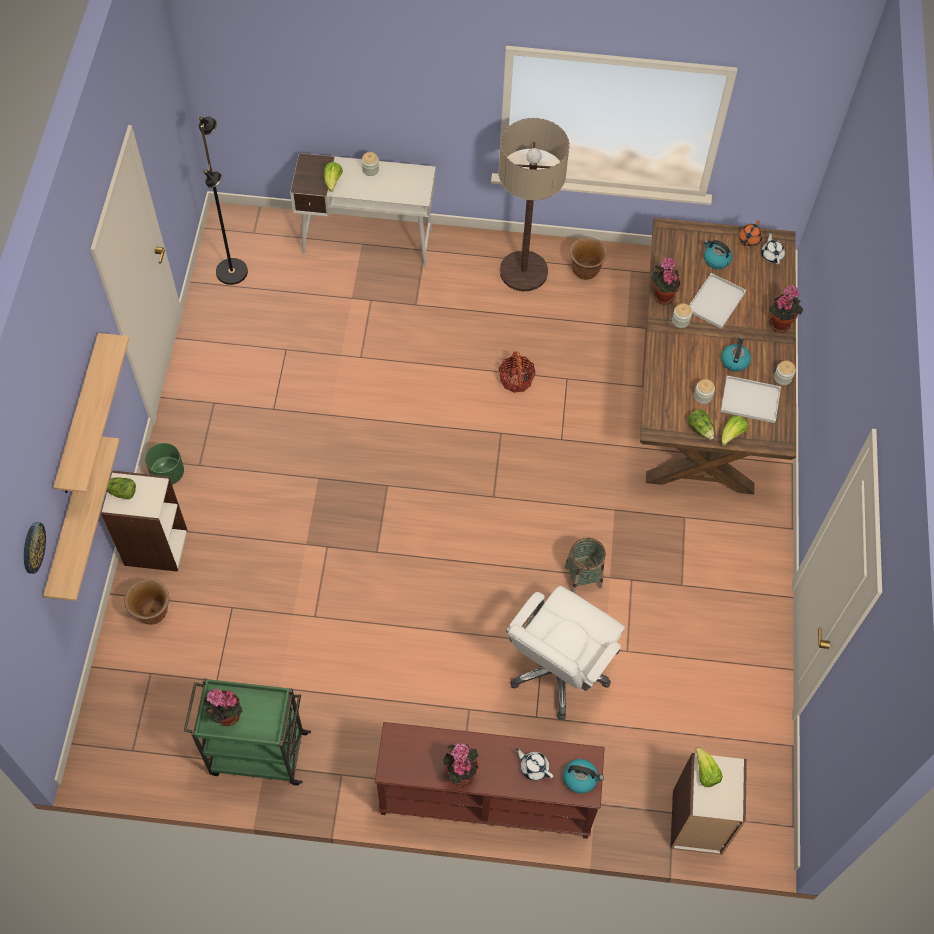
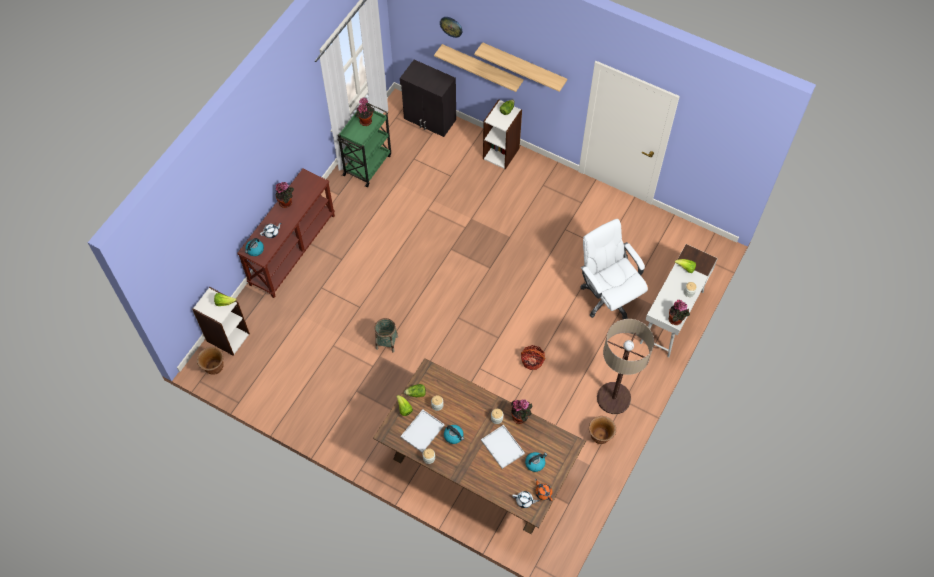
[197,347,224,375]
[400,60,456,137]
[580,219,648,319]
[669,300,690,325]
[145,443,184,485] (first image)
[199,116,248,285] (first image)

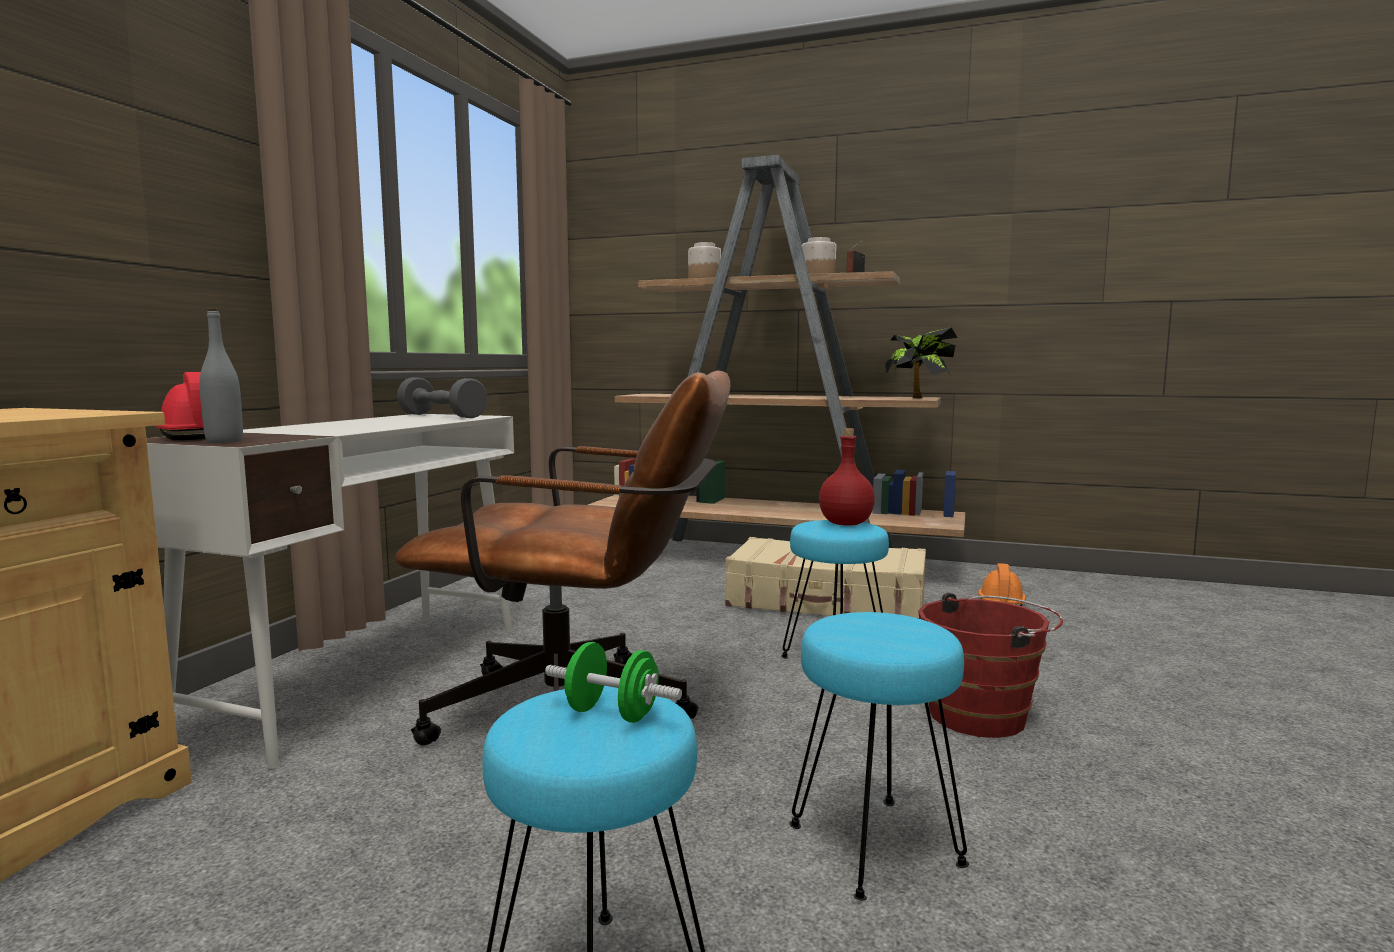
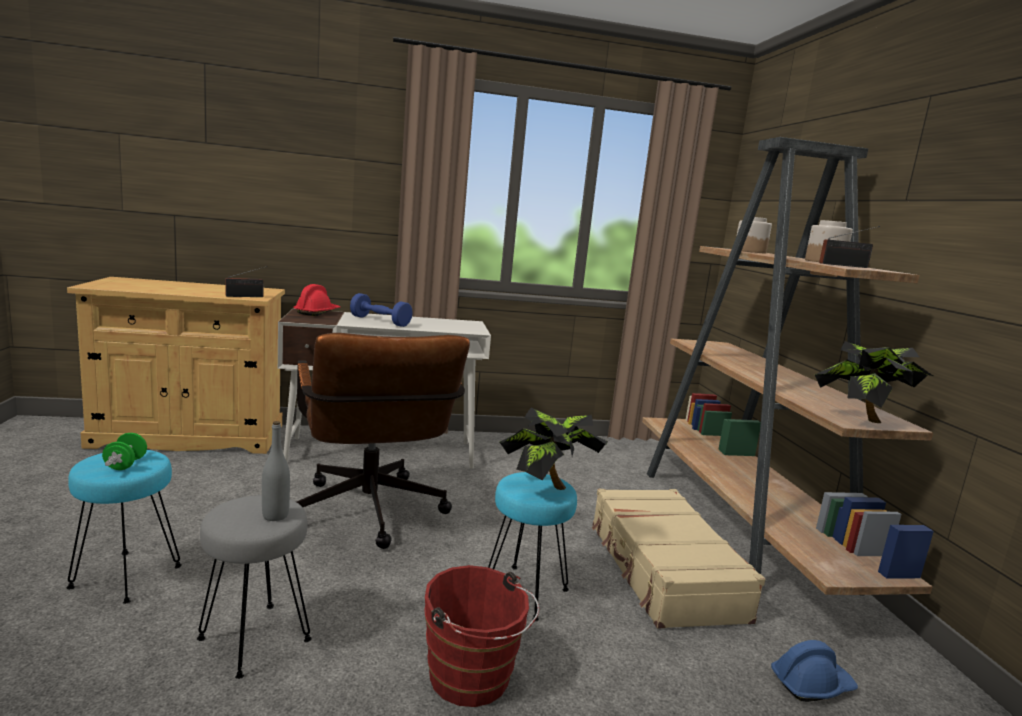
[197,495,312,679]
[225,266,267,297]
[262,421,290,521]
[350,293,413,327]
[500,408,608,490]
[771,640,858,702]
[397,377,487,418] (first image)

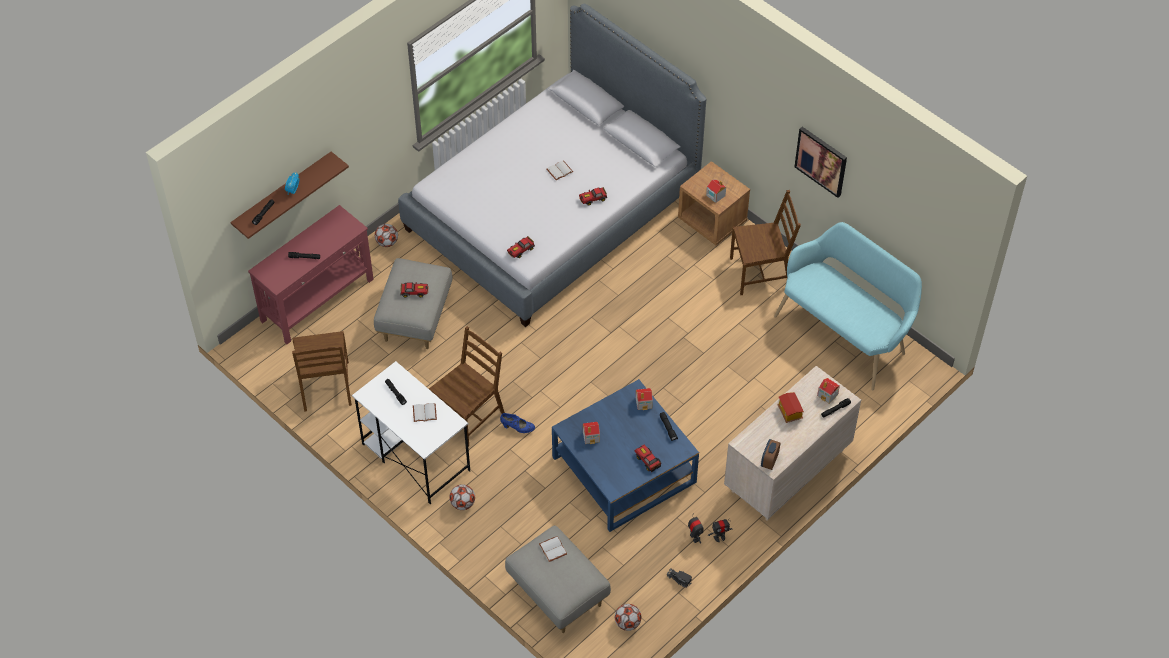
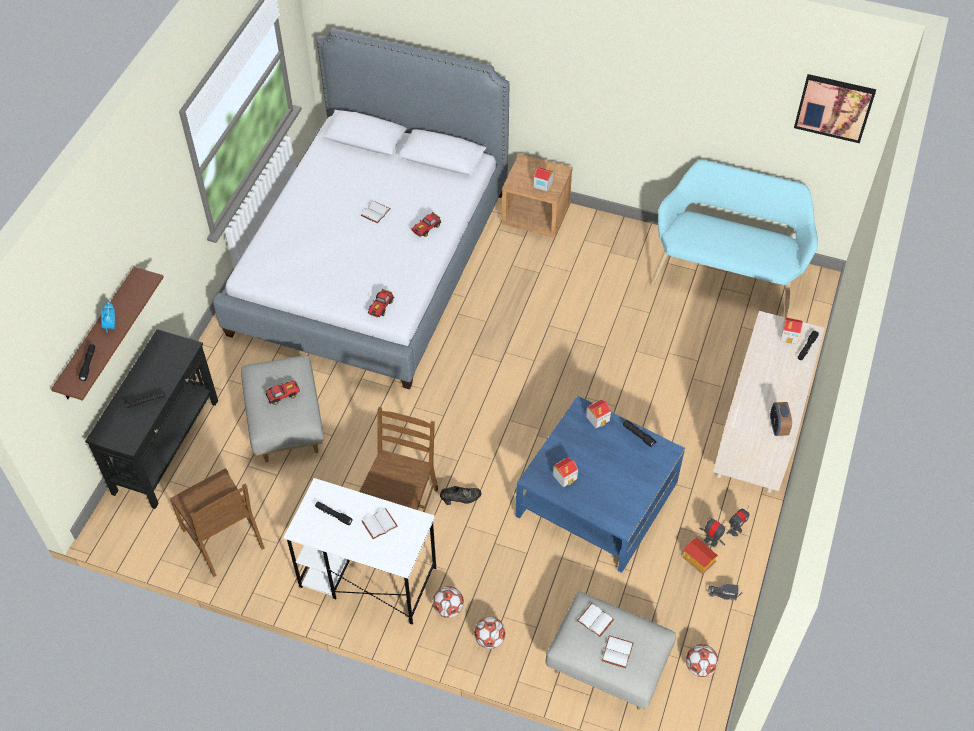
[85,329,218,509]
[440,486,482,505]
[474,617,506,649]
[602,635,633,668]
[682,537,718,574]
[794,74,876,143]
[635,445,662,472] (first image)
[730,190,801,295] (first image)

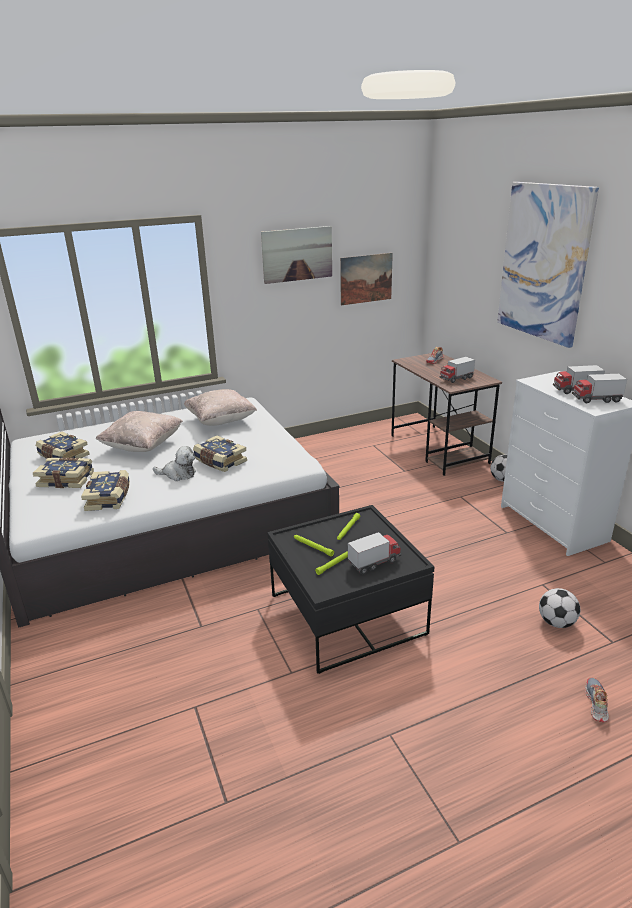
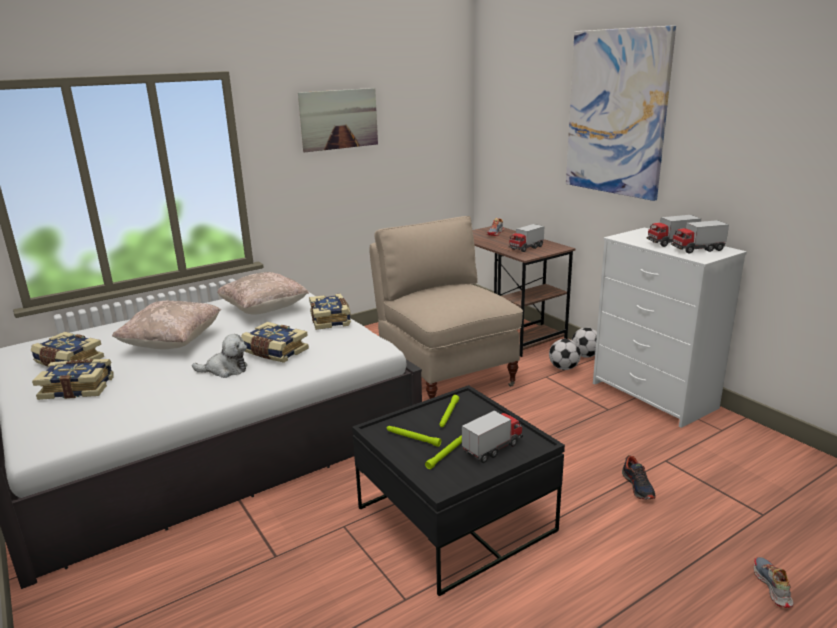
[309,294,351,330]
[369,216,523,399]
[549,339,581,370]
[622,455,656,500]
[340,253,393,305] (first image)

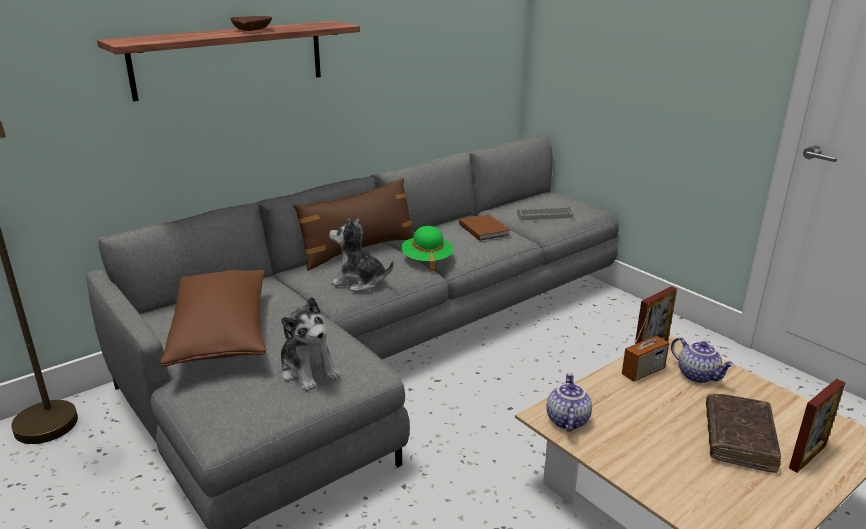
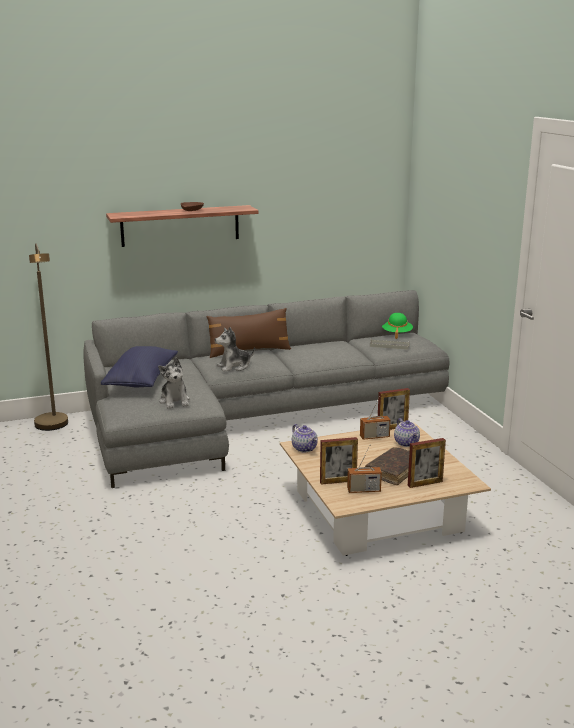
[101,346,178,387]
[215,327,255,372]
[292,424,318,452]
[320,437,358,485]
[347,445,382,493]
[382,313,413,339]
[459,215,510,241] (first image)

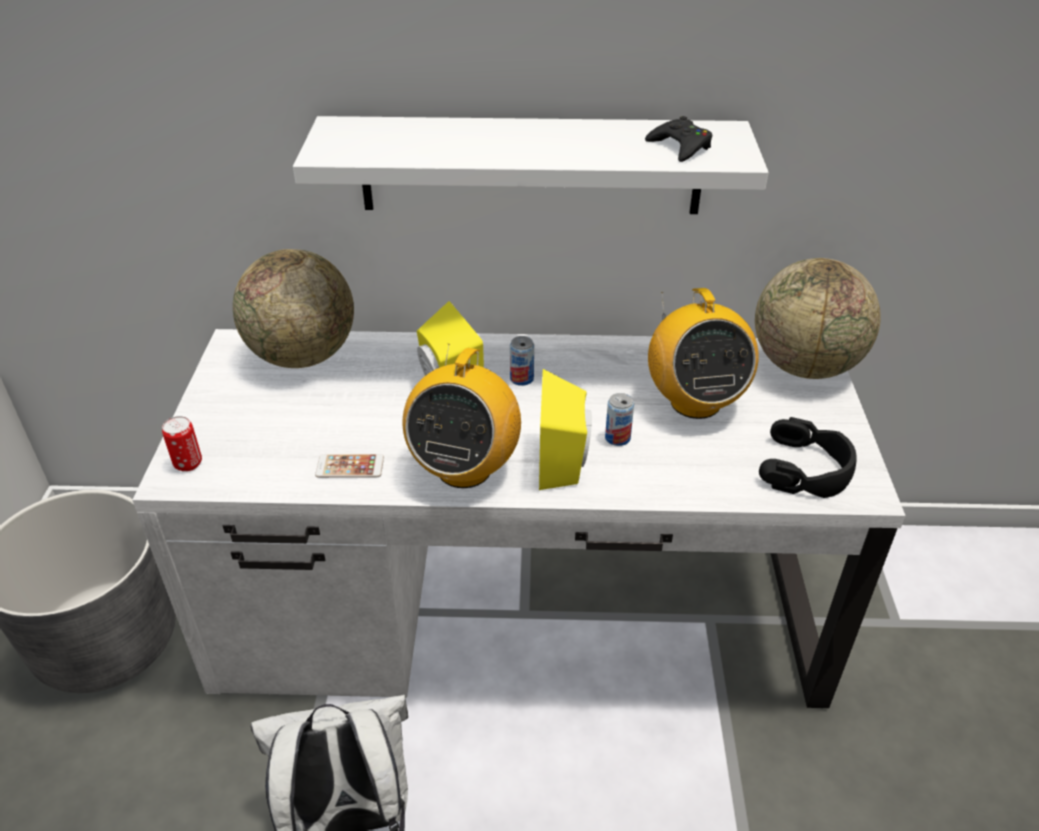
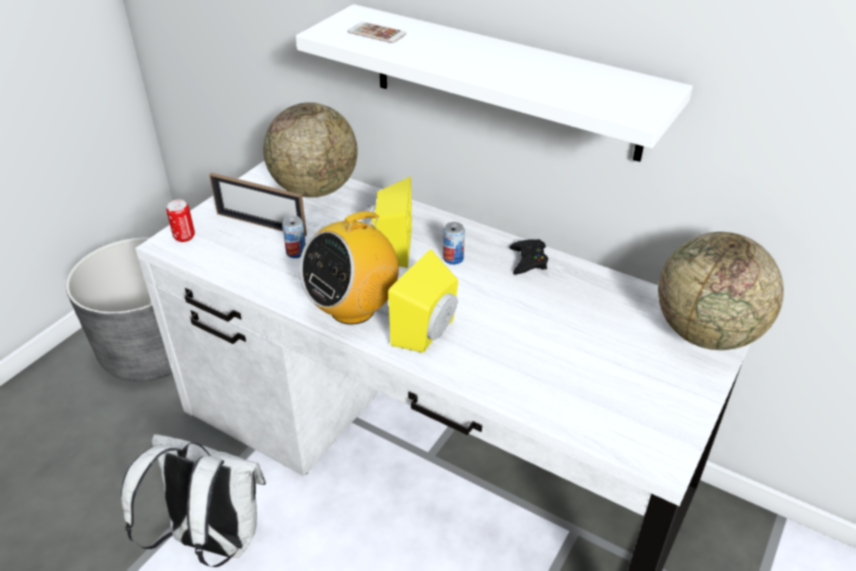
[209,173,307,236]
[282,216,306,258]
[348,22,407,43]
[509,239,548,274]
[648,288,759,419] (first image)
[759,417,857,498] (first image)

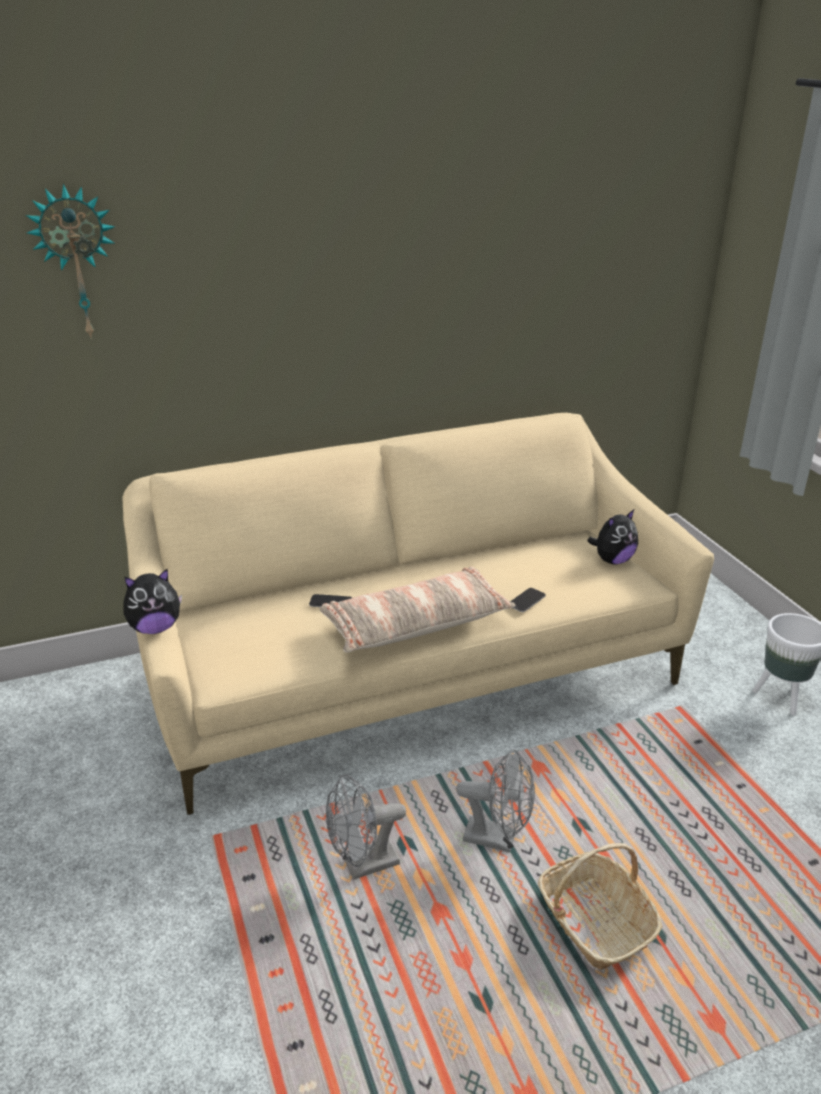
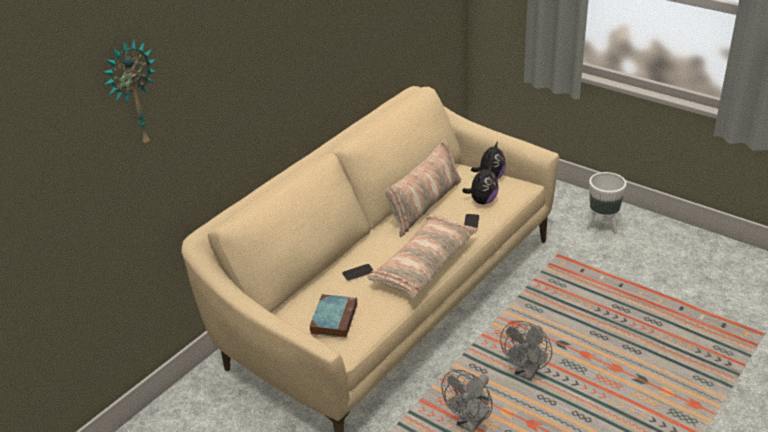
[310,294,357,338]
[385,139,461,237]
[462,164,498,204]
[500,321,552,381]
[538,843,663,970] (first image)

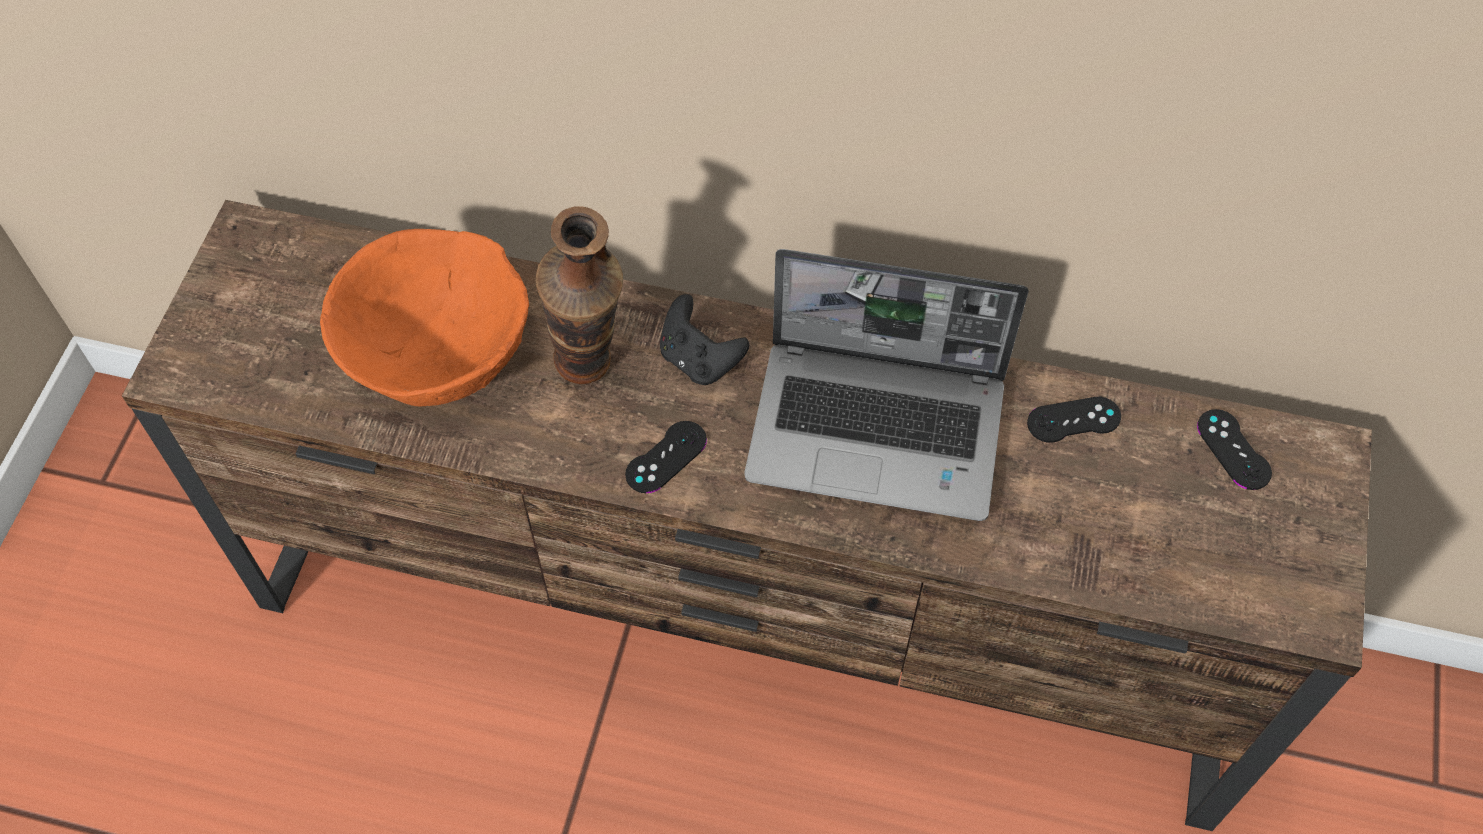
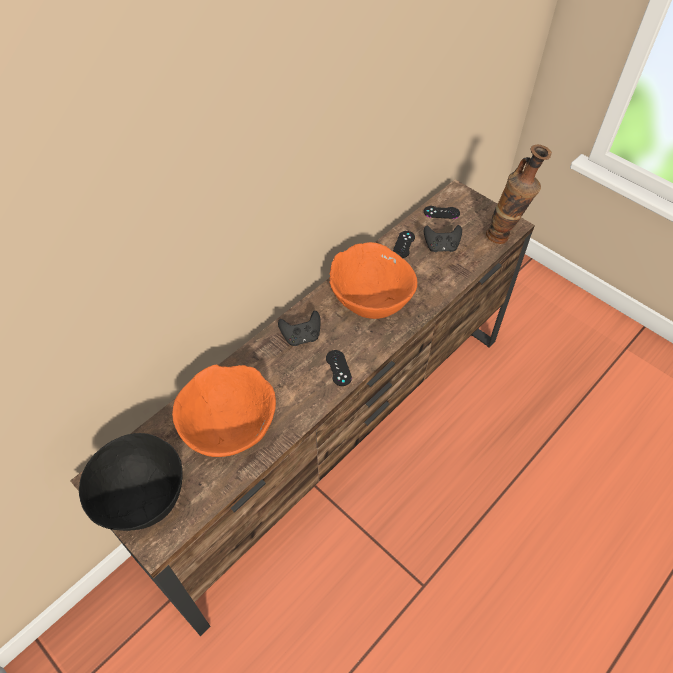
[79,433,183,531]
[329,242,417,319]
[424,225,462,252]
[486,145,552,244]

